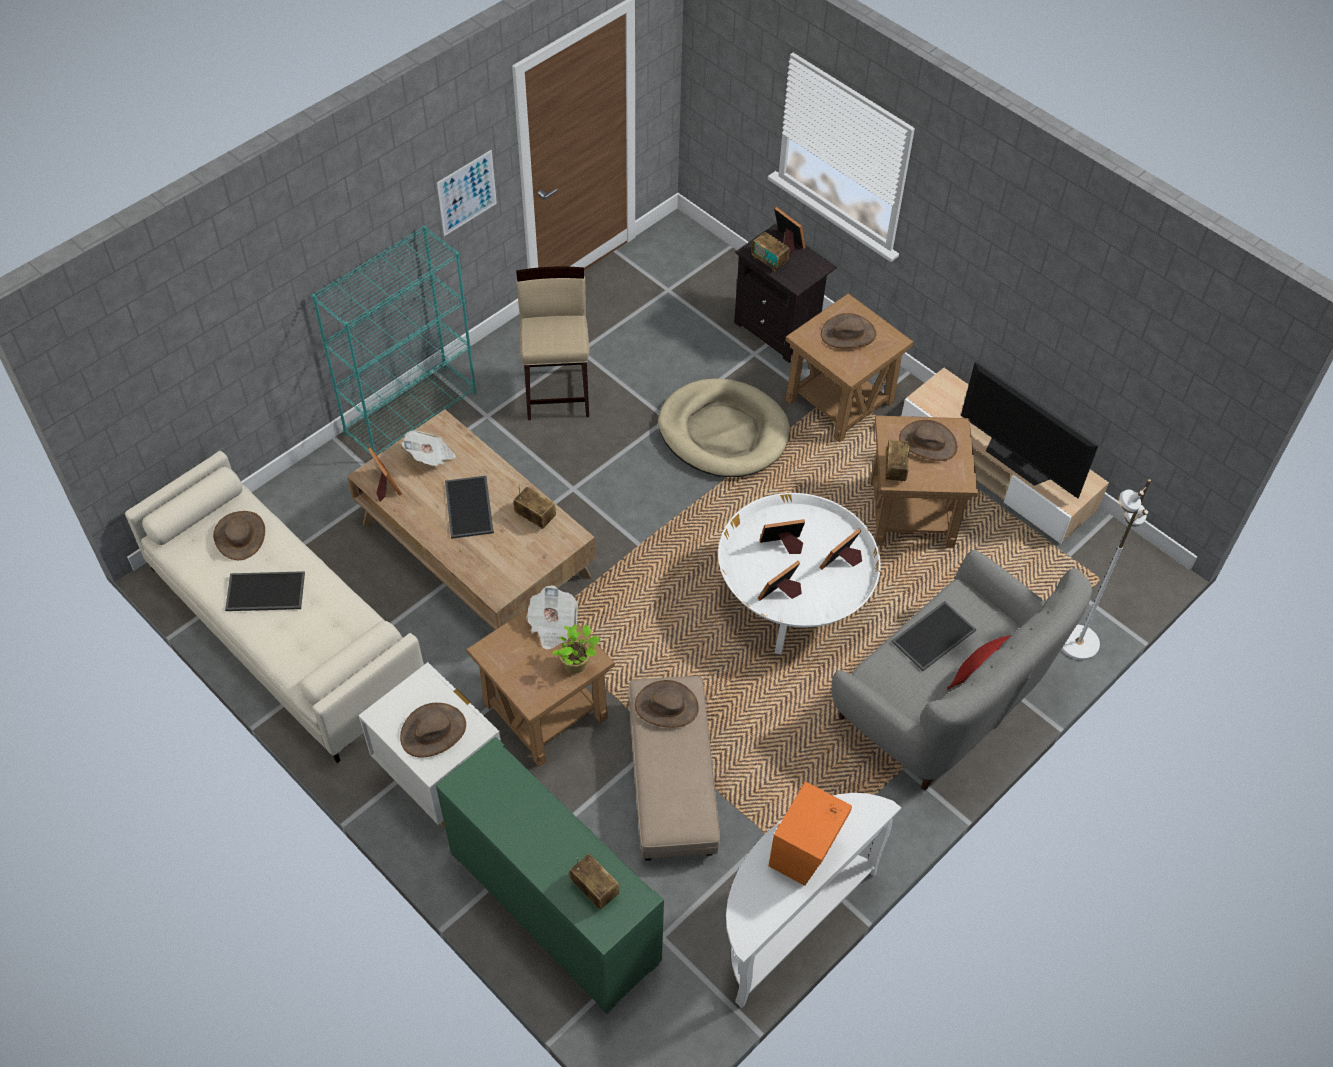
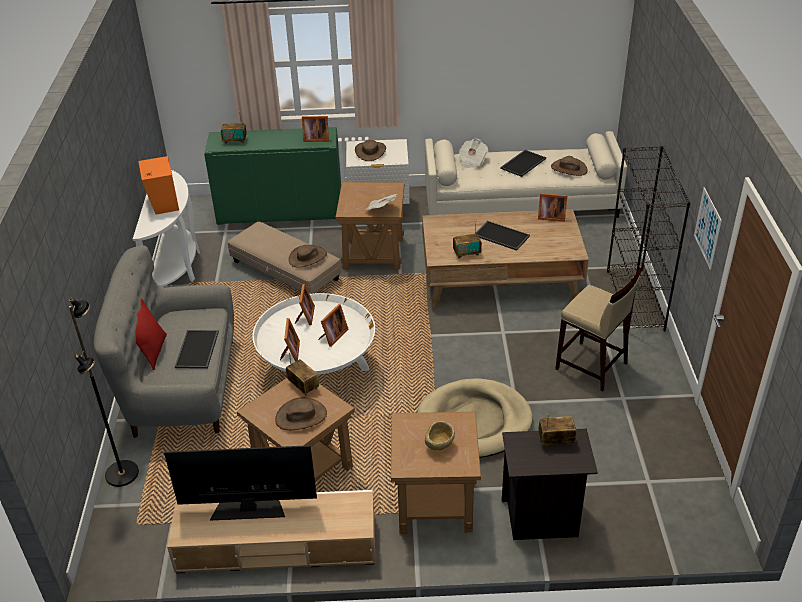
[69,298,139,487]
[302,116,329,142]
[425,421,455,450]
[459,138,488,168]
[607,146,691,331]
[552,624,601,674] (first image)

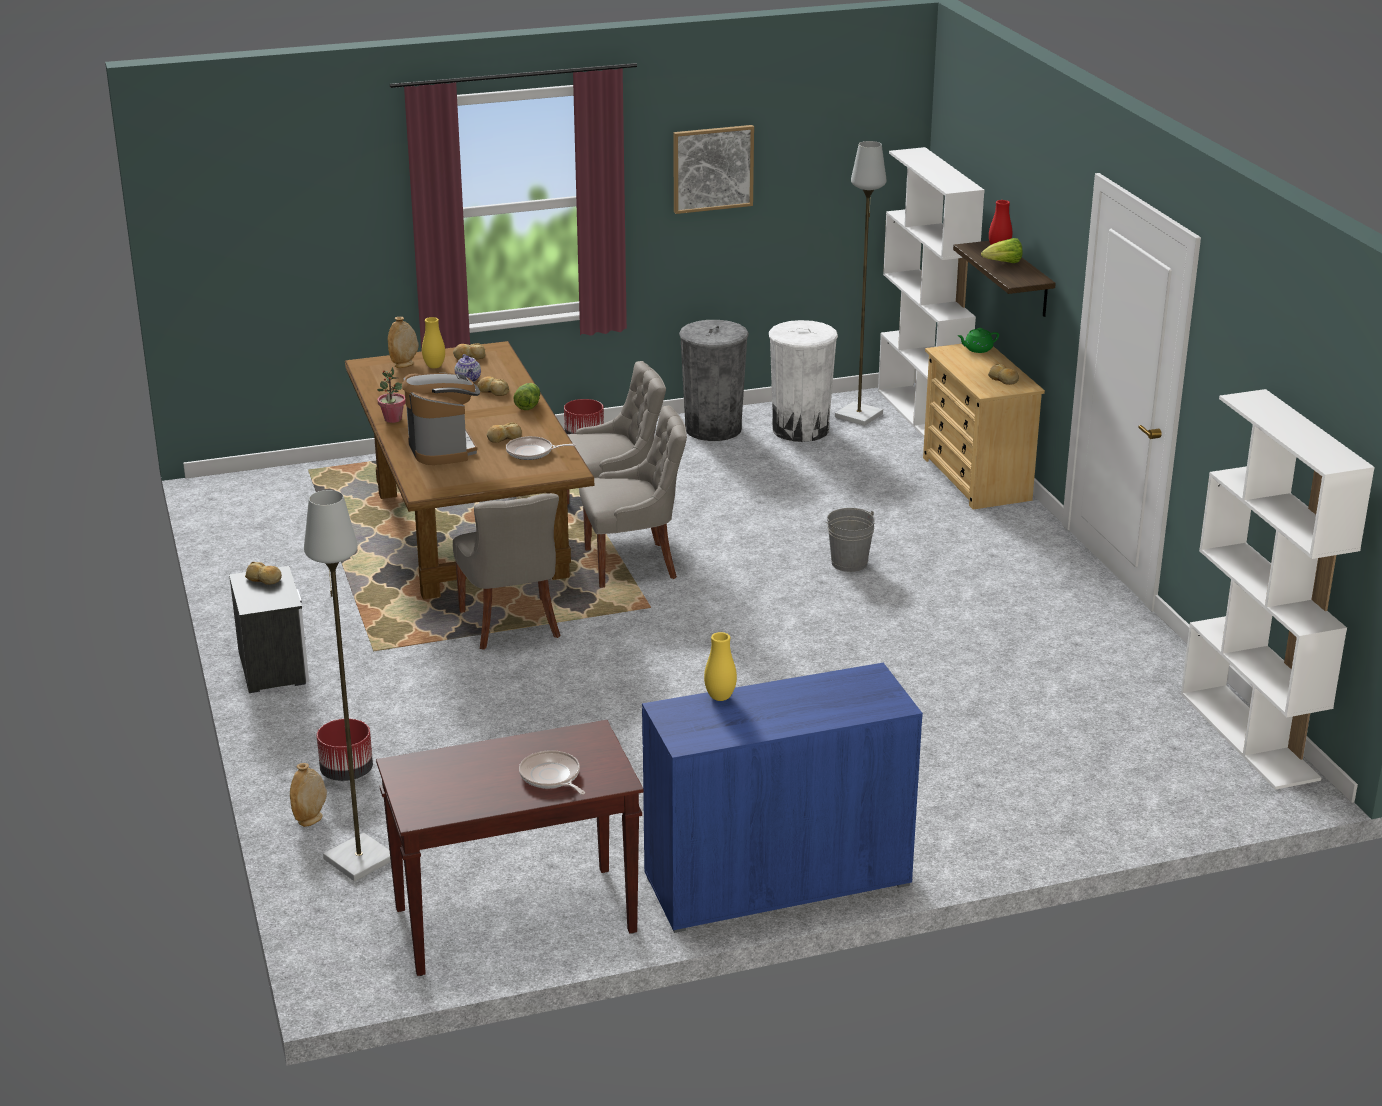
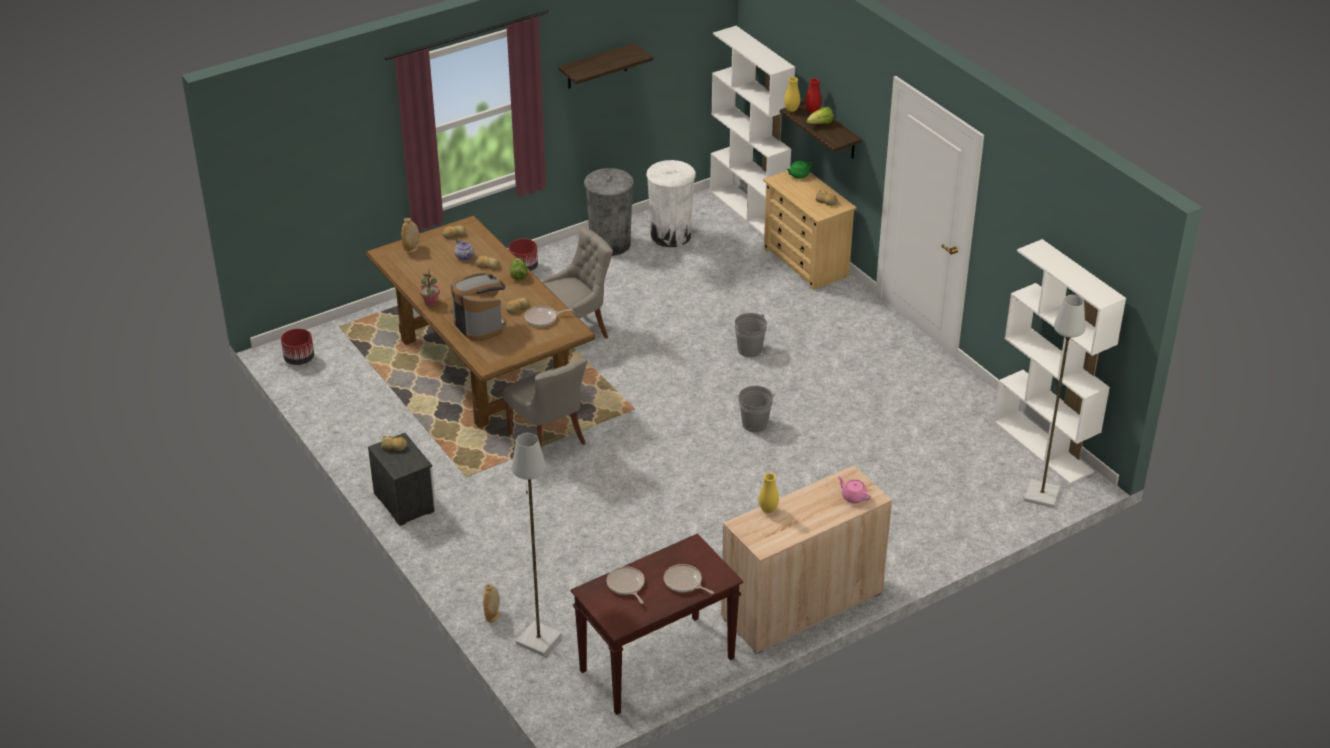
[281,328,314,365]
[558,43,653,89]
[607,567,645,604]
[721,465,892,654]
[736,385,775,432]
[784,77,800,112]
[838,476,871,503]
[1024,295,1085,508]
[579,406,687,588] (first image)

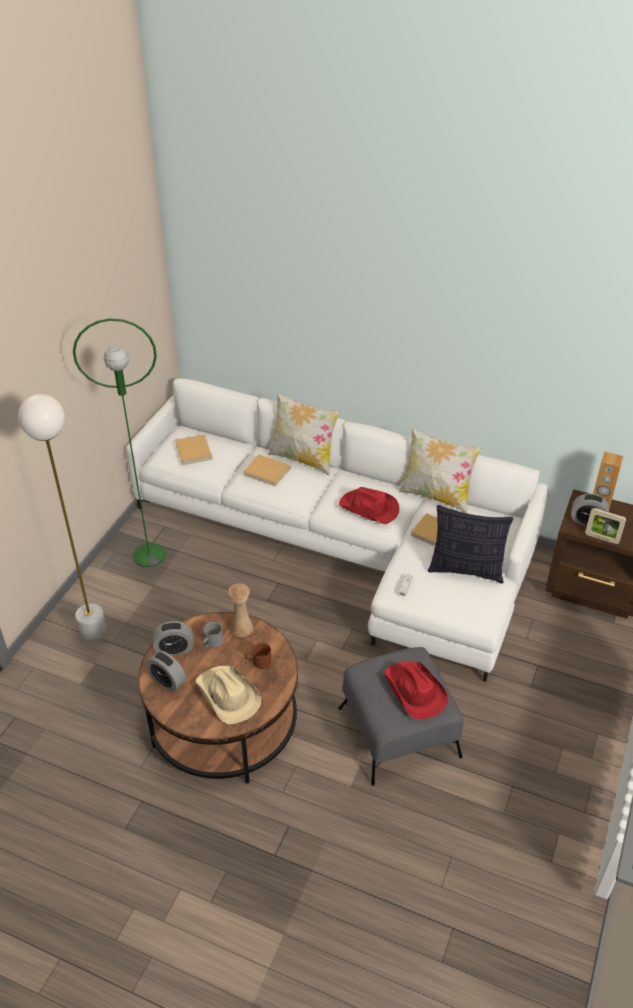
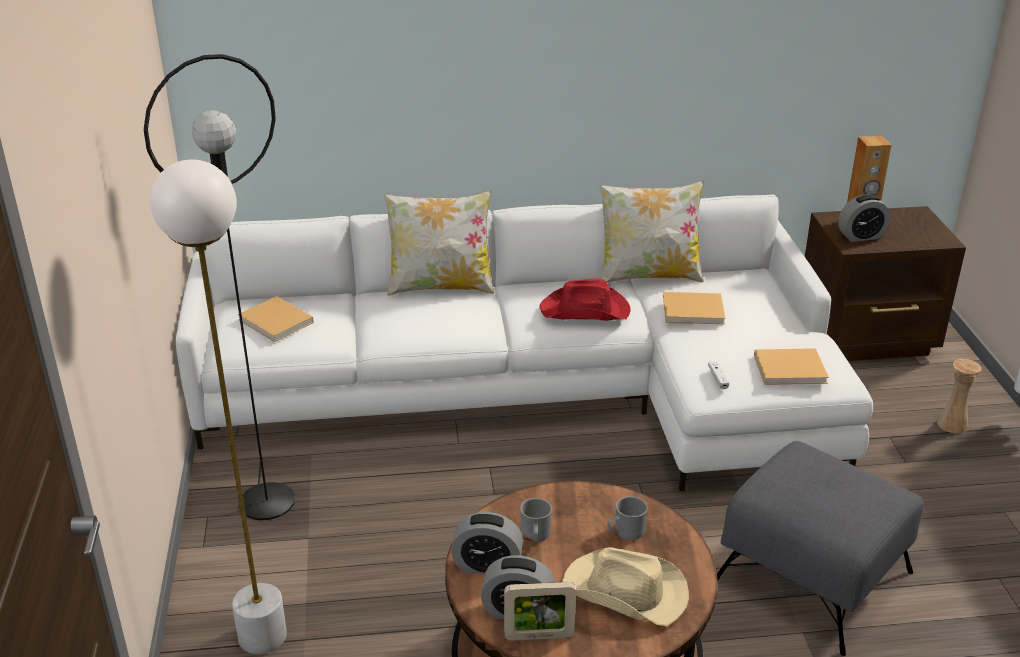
[144,54,295,520]
[451,512,523,574]
[504,582,576,641]
[607,496,648,540]
[754,348,829,385]
[937,359,982,434]
[384,661,448,719] (first image)
[428,505,513,584] (first image)

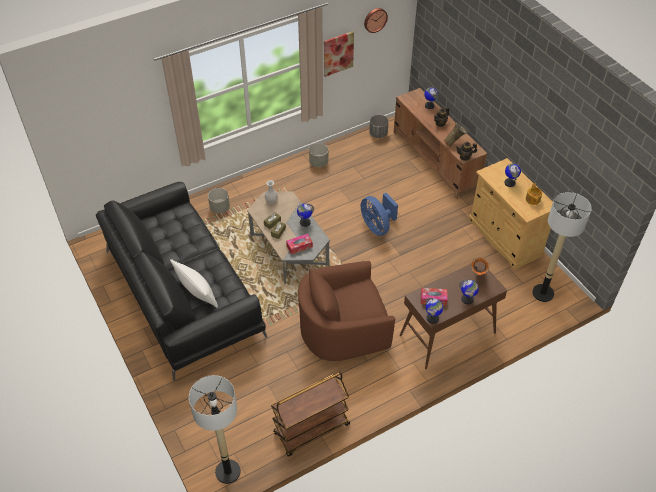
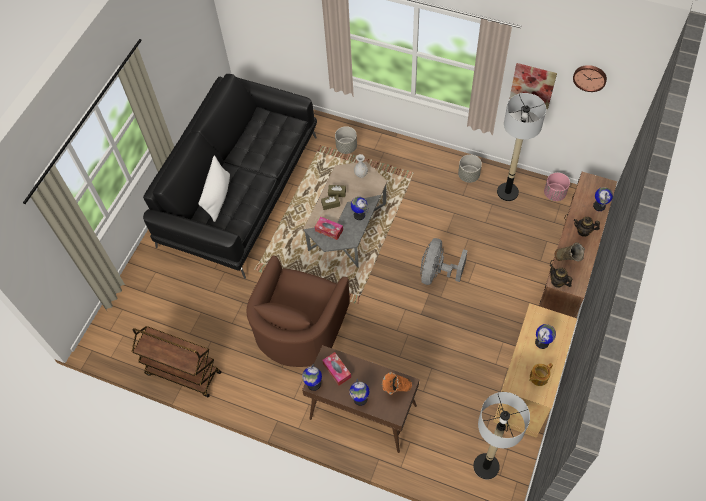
[246,255,350,367]
[420,238,468,285]
[497,93,546,201]
[544,173,570,201]

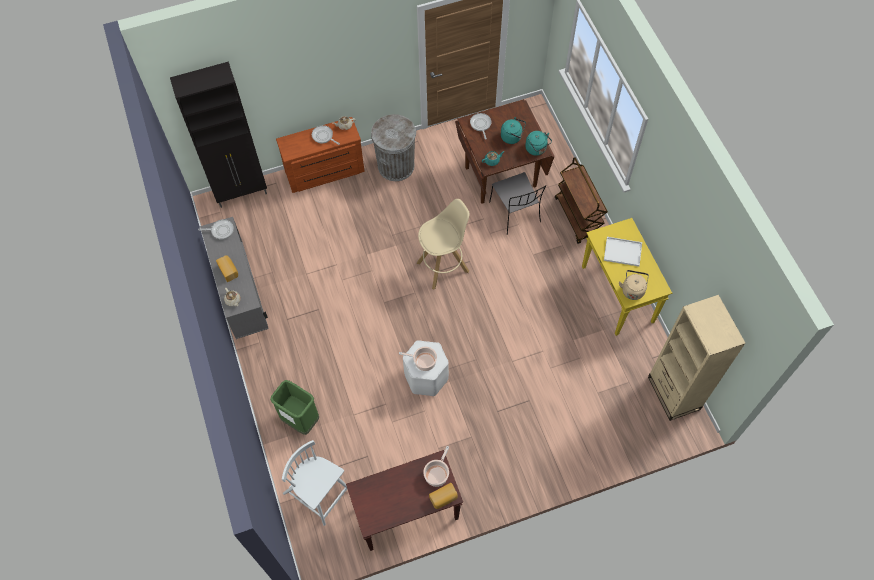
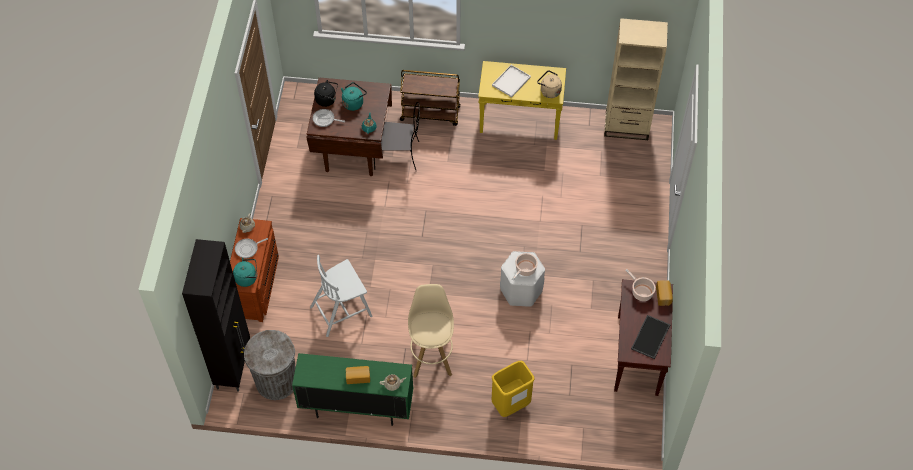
[233,258,257,287]
[244,330,296,400]
[292,353,414,426]
[310,255,372,337]
[314,80,338,107]
[408,284,454,378]
[491,360,535,417]
[631,315,671,359]
[198,219,234,240] (first image)

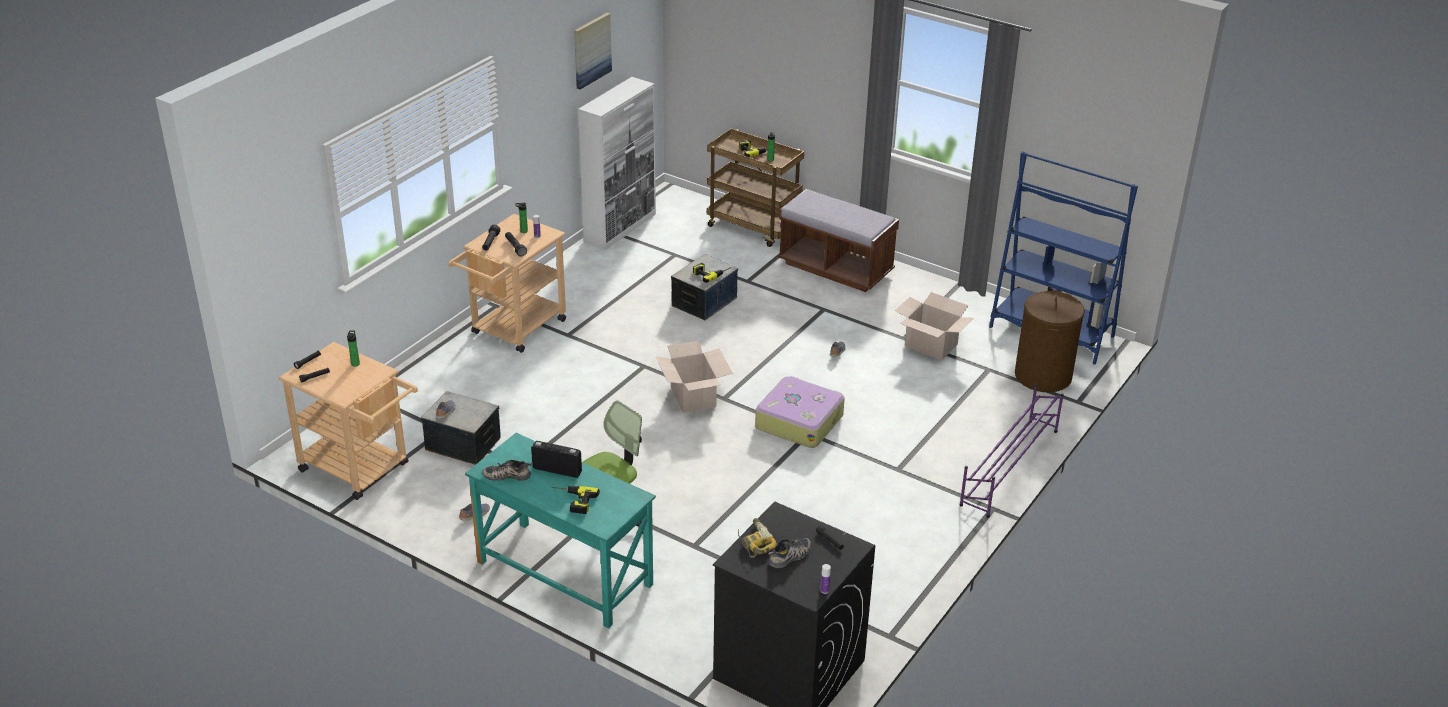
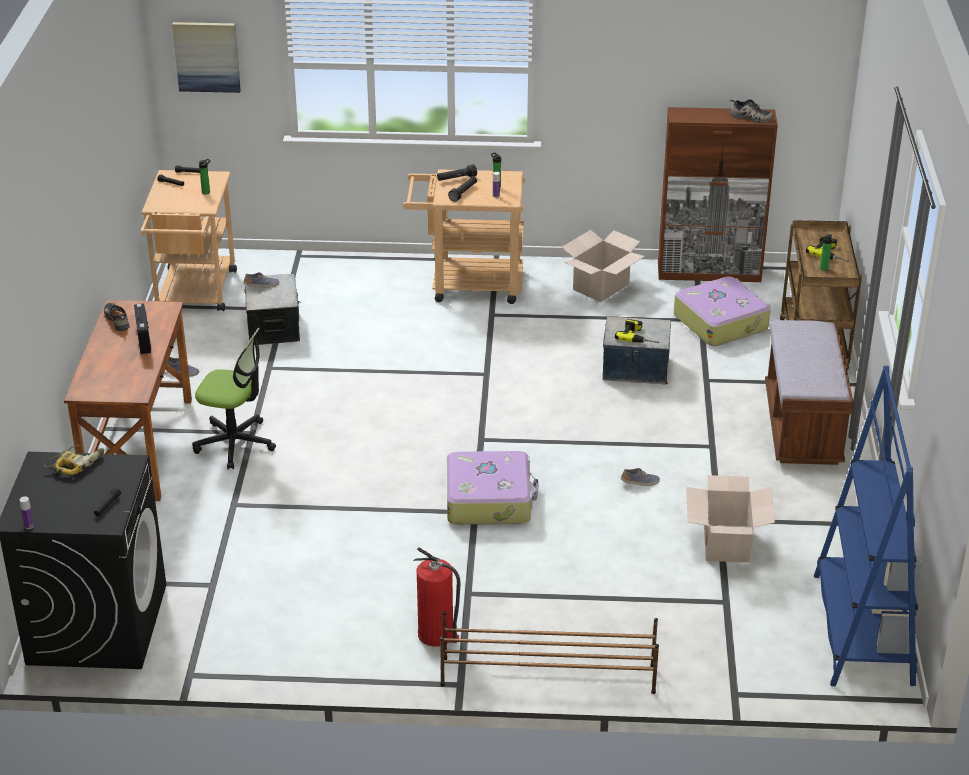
[64,300,192,501]
[172,22,241,93]
[413,547,460,647]
[440,611,659,694]
[562,230,645,302]
[658,107,778,282]
[674,276,770,346]
[730,99,773,123]
[552,486,600,514] (first image)
[1015,290,1085,392] (first image)

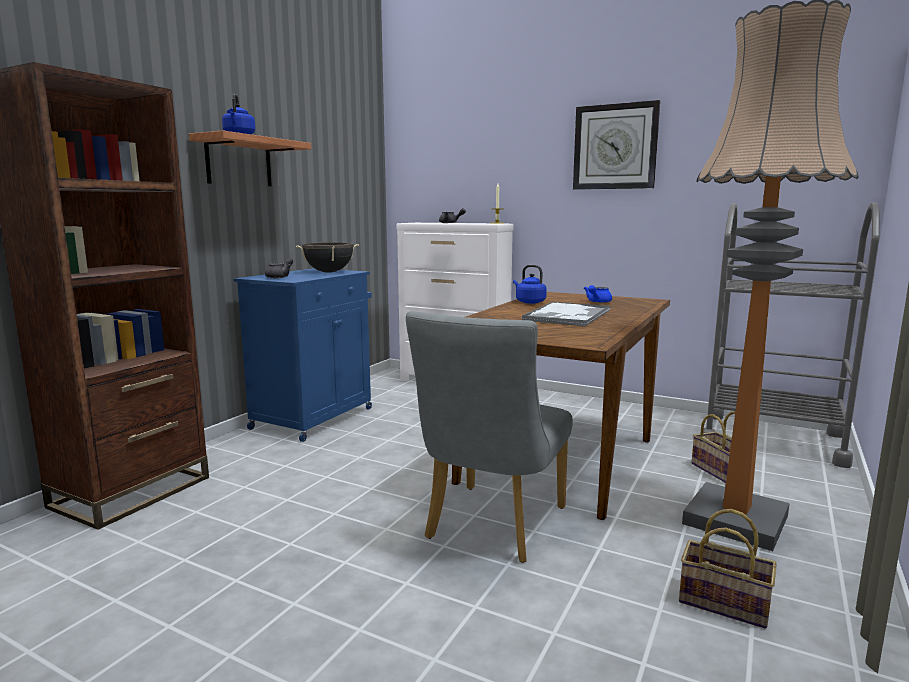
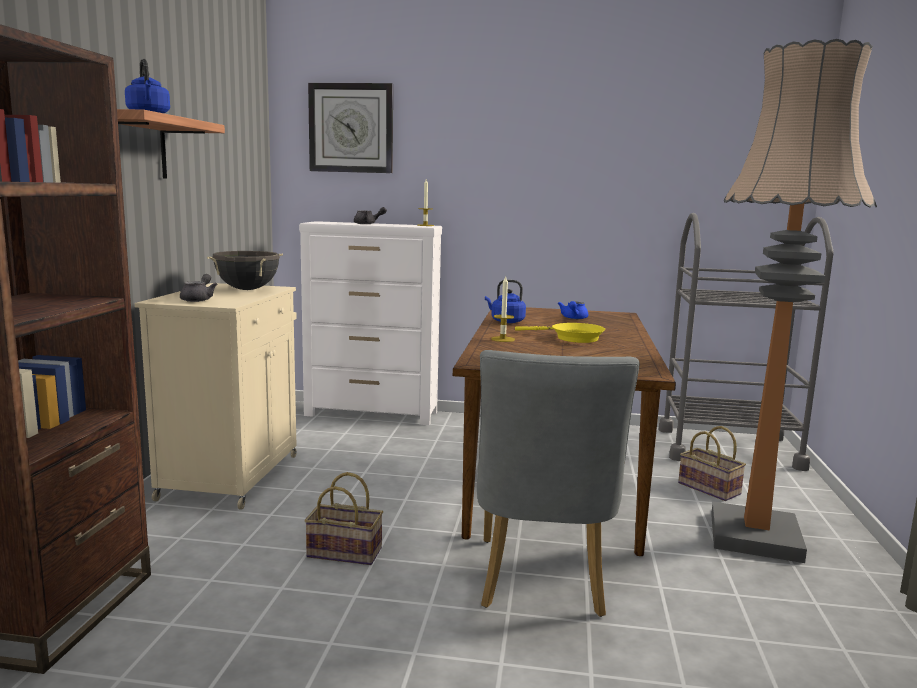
[135,283,297,510]
[305,472,383,565]
[308,83,393,173]
[491,276,515,342]
[515,323,605,343]

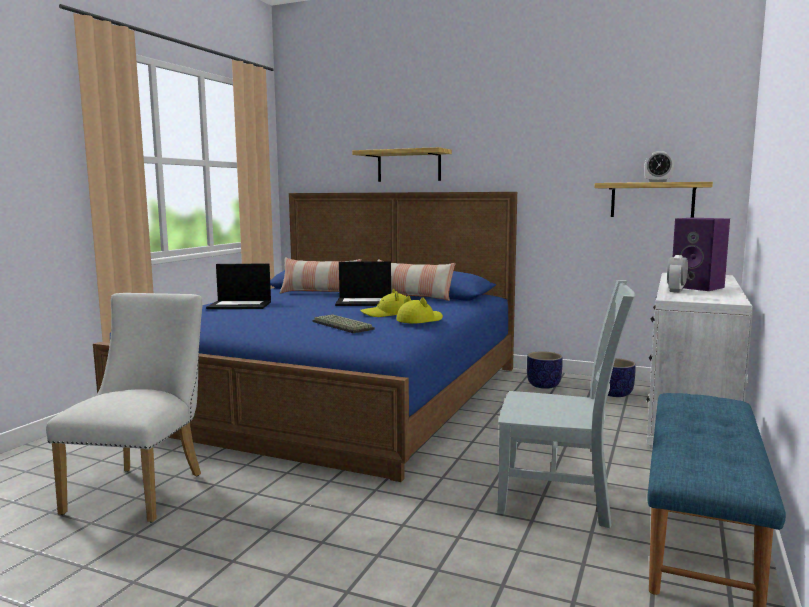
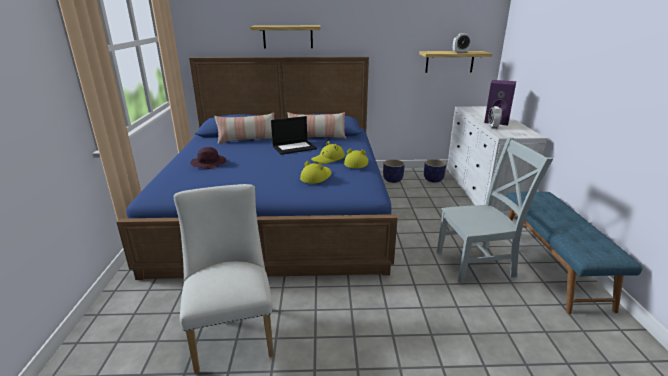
[190,147,227,169]
[300,161,331,184]

